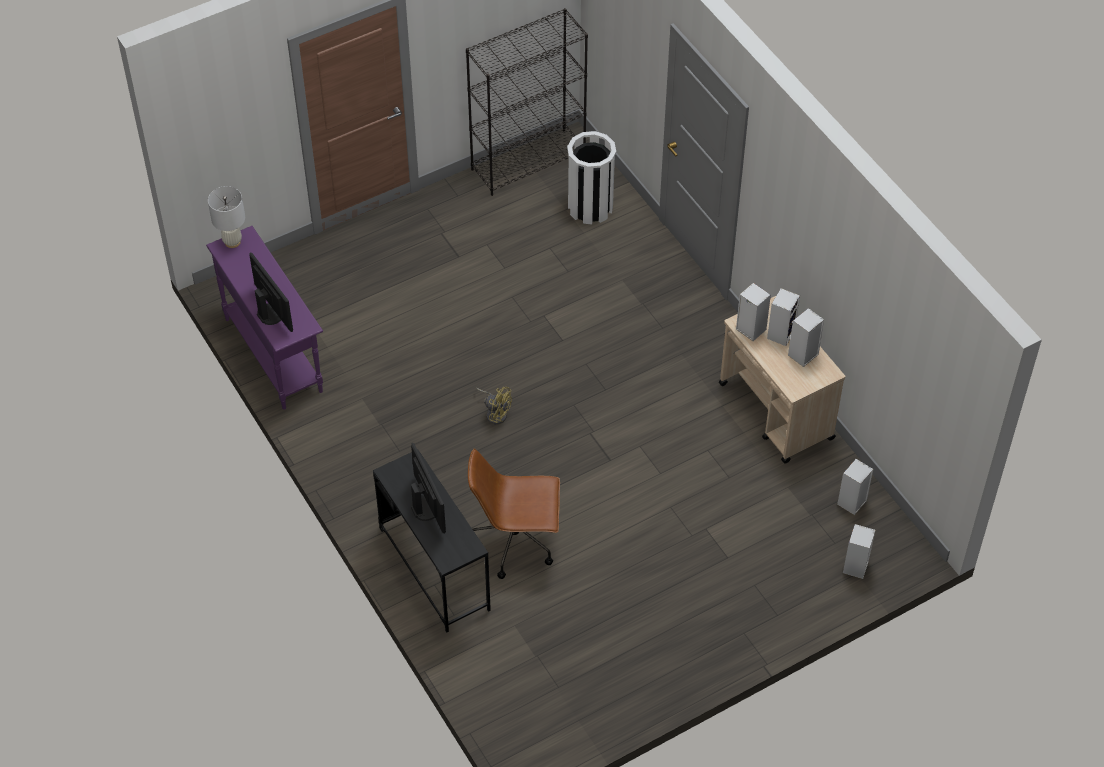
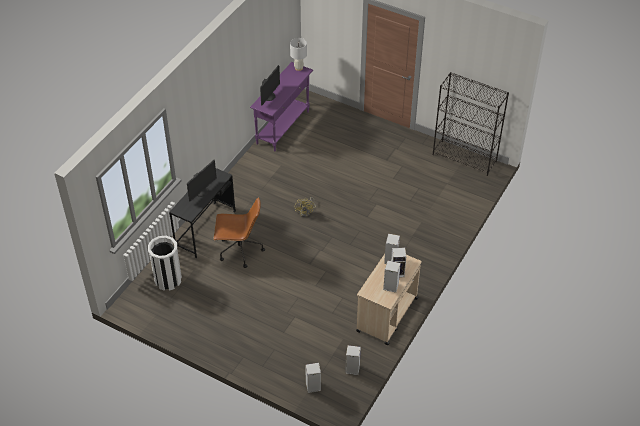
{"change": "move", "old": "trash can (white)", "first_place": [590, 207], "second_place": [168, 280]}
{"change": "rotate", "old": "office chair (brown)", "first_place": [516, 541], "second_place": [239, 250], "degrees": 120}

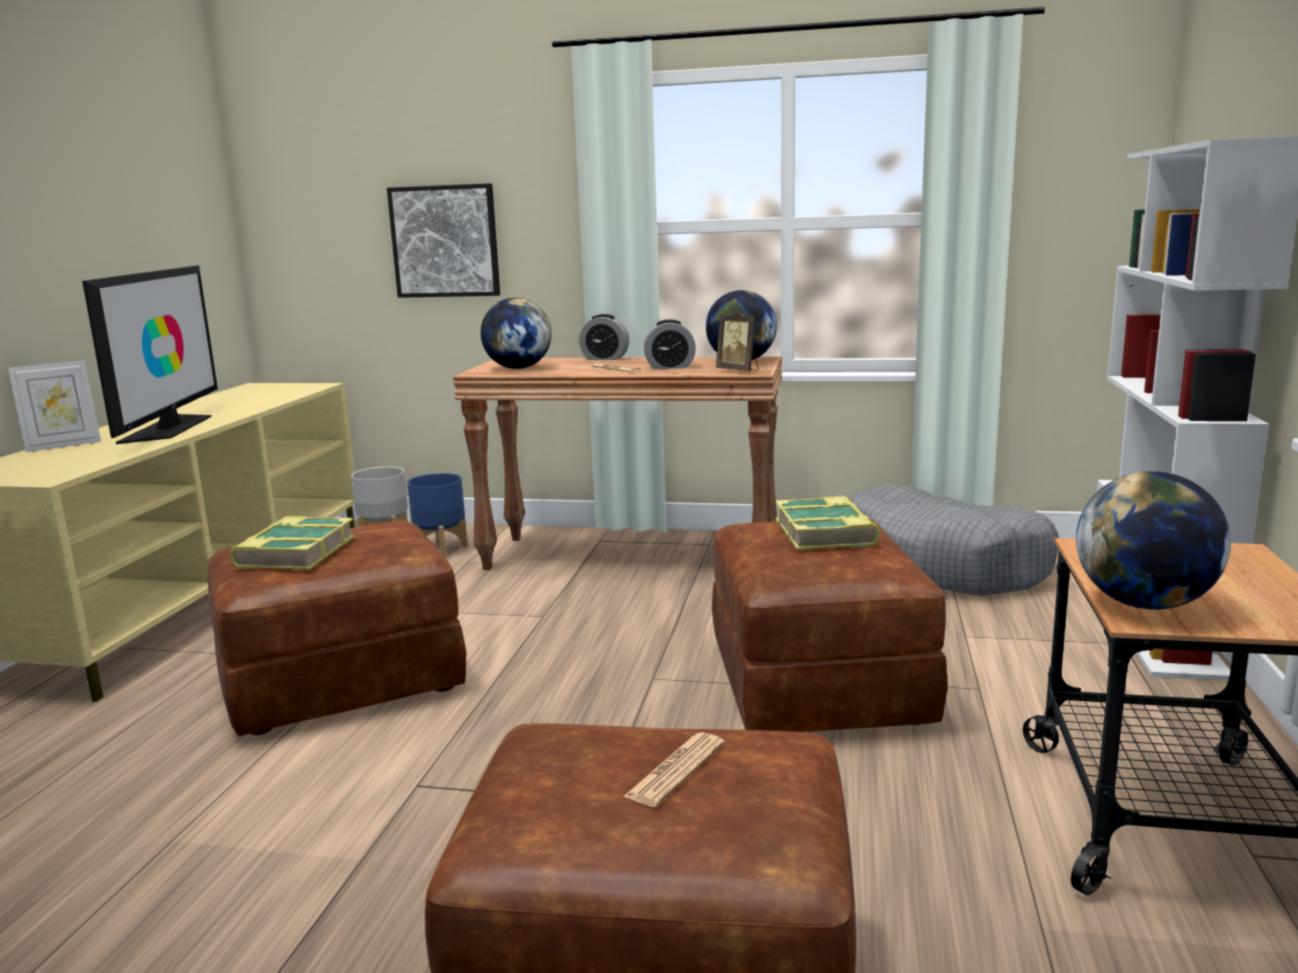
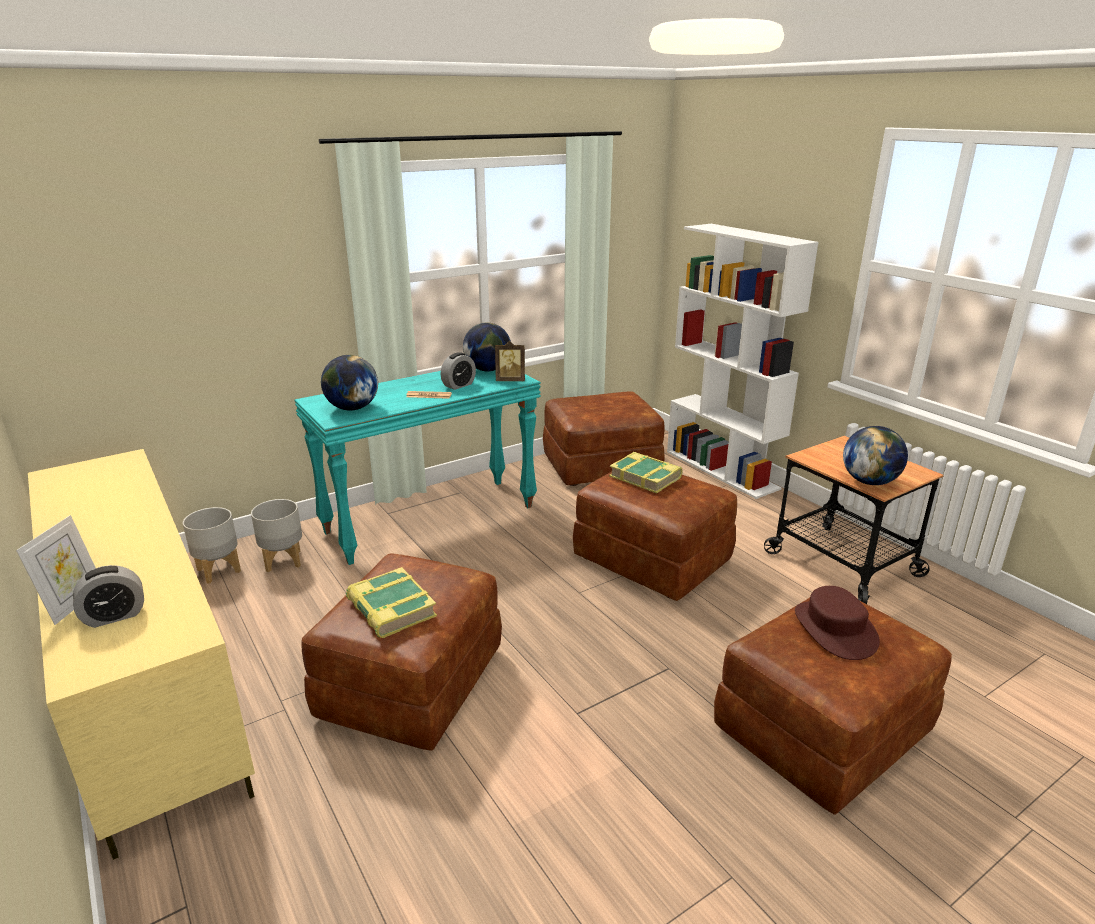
{"change": "move", "old": "alarm clock", "first_place": [605, 358], "second_place": [114, 616]}
{"change": "recolor", "old": "planter (blue)", "new": "planter (grey)", "first_place": [441, 549], "second_place": [283, 561]}
{"change": "recolor", "old": "console table (brown)", "new": "console table (turquoise)", "first_place": [631, 557], "second_place": [431, 518]}
{"change": "replace", "old": "dog bed (grey)", "new": "ottoman (brown)", "first_place": [944, 566], "second_place": [600, 466]}
{"change": "replace", "old": "newspaper", "new": "hat (brown)", "first_place": [675, 770], "second_place": [834, 629]}
{"change": "delete", "old": "television", "first_place": [169, 428]}
{"change": "delete", "old": "picture", "first_place": [445, 241]}

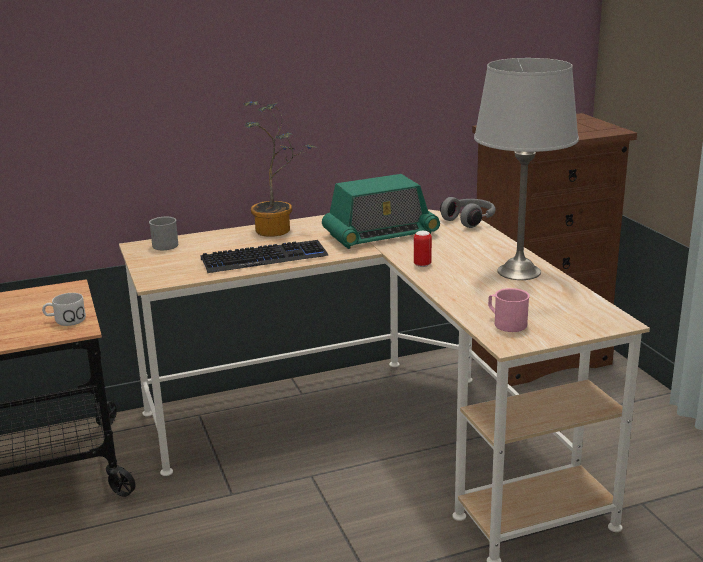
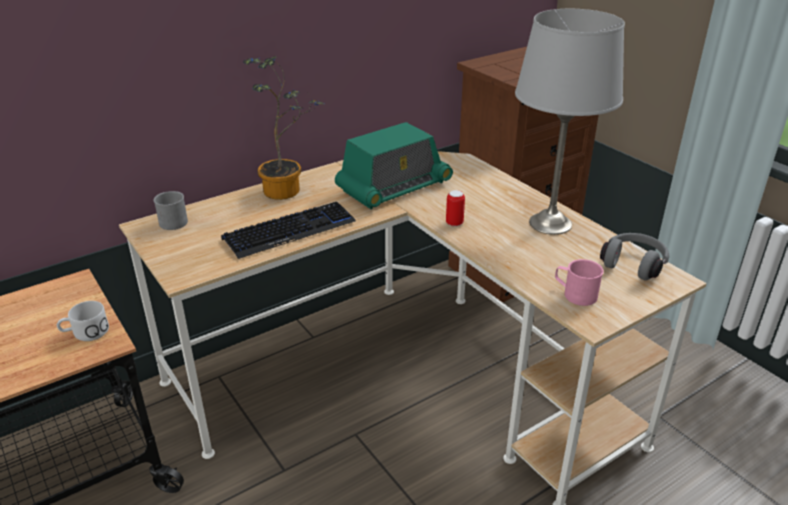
{"change": "move", "old": "headphones (grey)", "first_place": [470, 220], "second_place": [634, 264]}

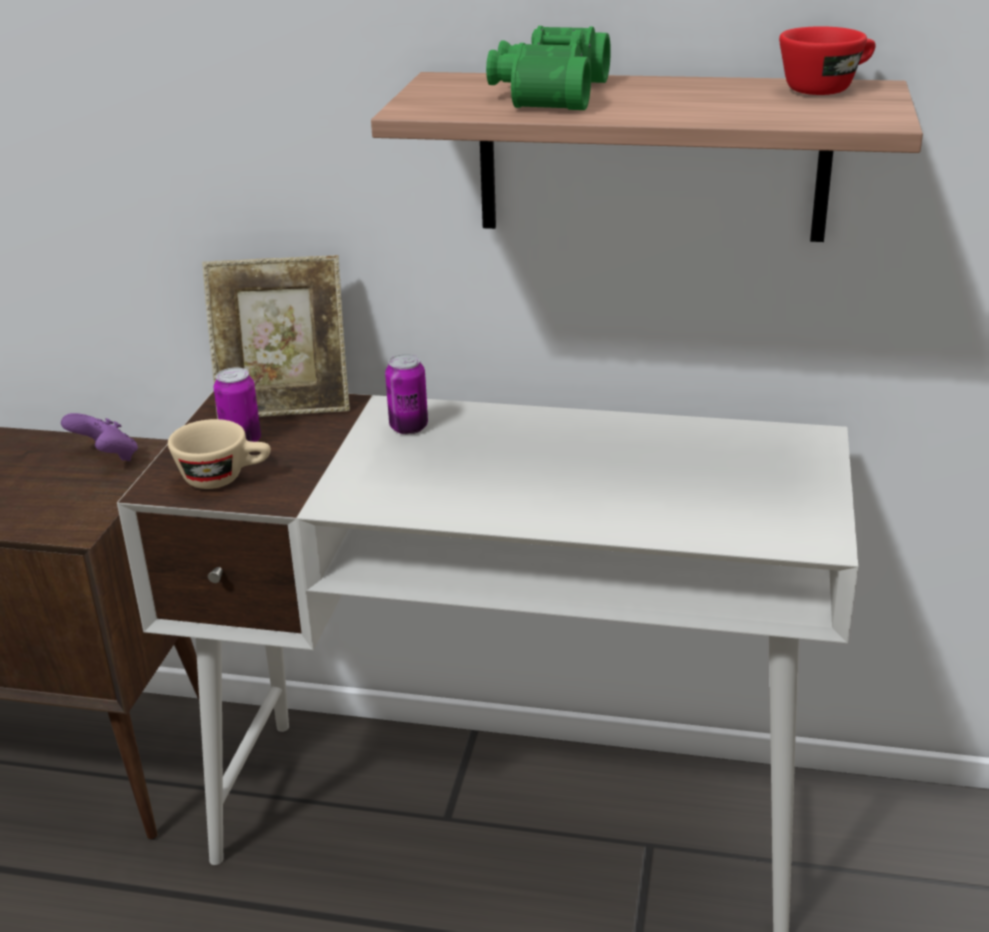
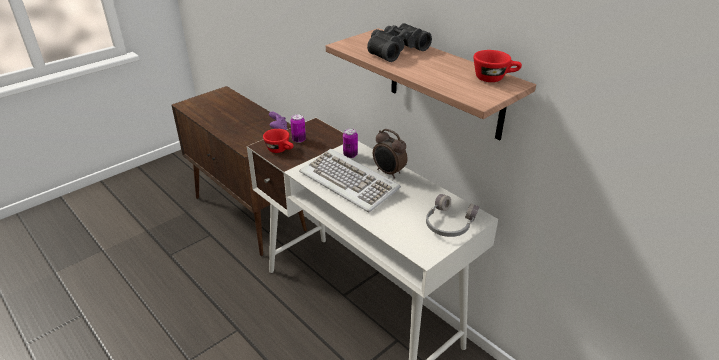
{"change": "recolor", "old": "cup (beige)", "new": "cup (red)", "first_place": [224, 478], "second_place": [280, 150]}
{"change": "insert", "new": "keyboard", "second_place": [349, 182]}
{"change": "recolor", "old": "binoculars (green)", "new": "binoculars (black)", "first_place": [546, 93], "second_place": [395, 50]}
{"change": "insert", "new": "alarm clock", "second_place": [388, 173]}
{"change": "insert", "new": "headphones (grey)", "second_place": [448, 224]}
{"change": "delete", "old": "picture frame", "first_place": [285, 405]}

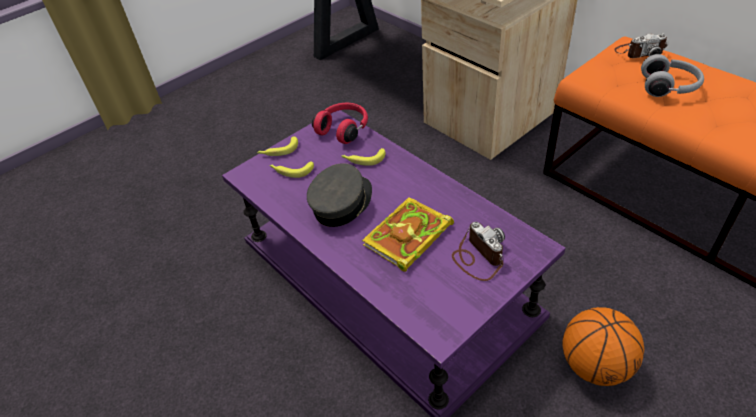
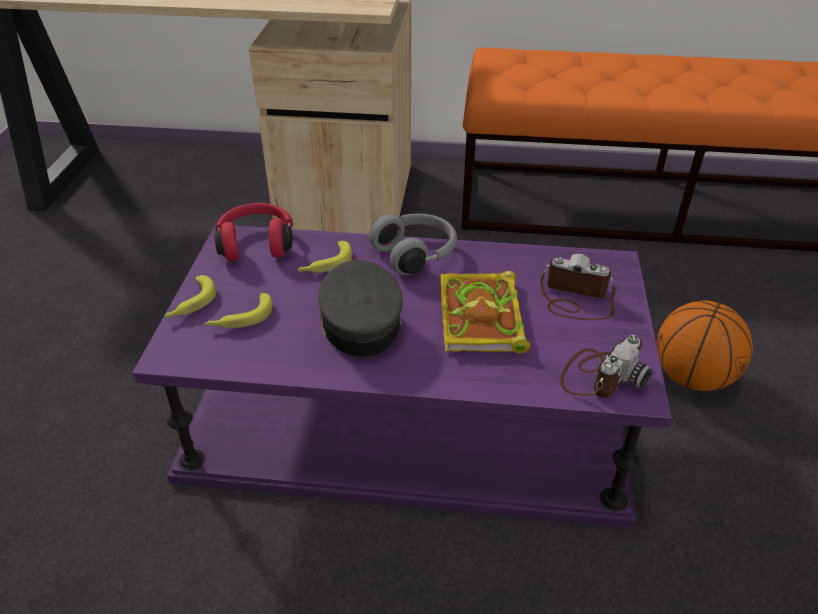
{"change": "move", "old": "headphones (grey)", "first_place": [669, 87], "second_place": [416, 254]}
{"change": "move", "old": "photo camera", "first_place": [639, 52], "second_place": [600, 375]}

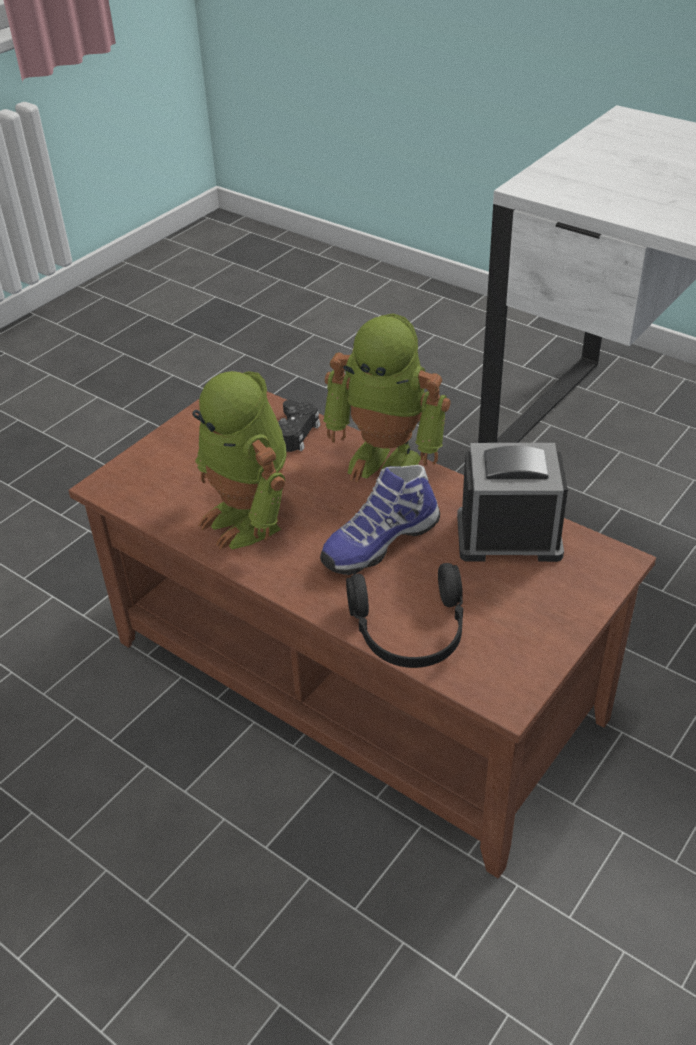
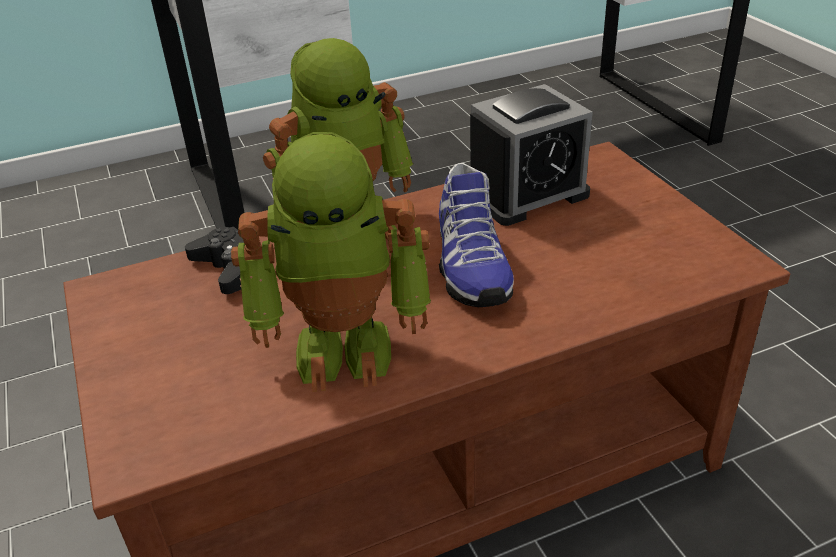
{"change": "rotate", "old": "alarm clock", "first_place": [509, 536], "second_place": [527, 194], "degrees": -150}
{"change": "delete", "old": "headphones (black)", "first_place": [410, 632]}

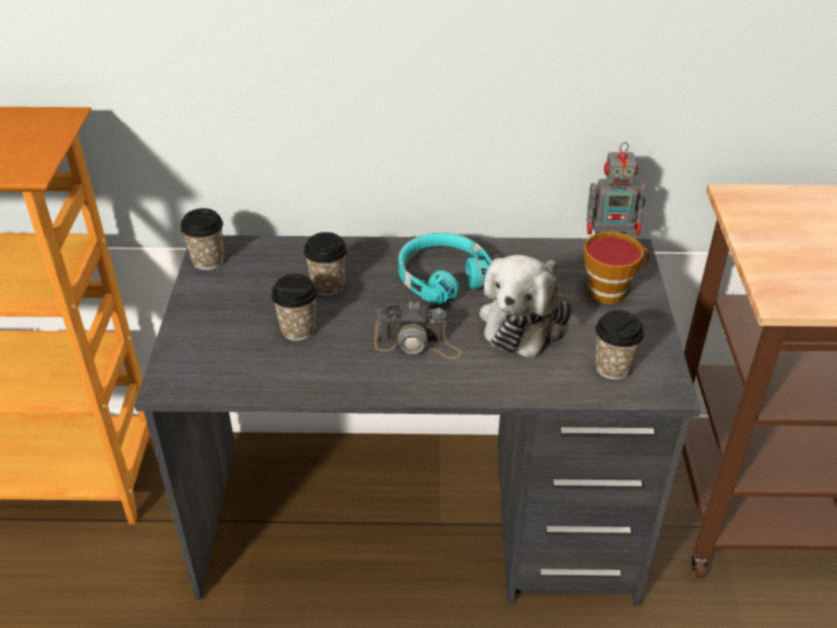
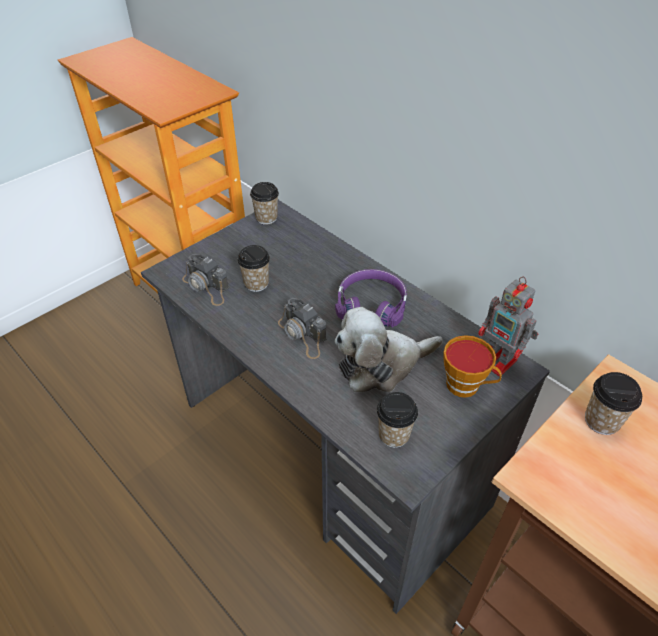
{"change": "insert", "new": "photo camera", "second_place": [206, 286]}
{"change": "recolor", "old": "headphones (turquoise)", "new": "headphones (purple)", "first_place": [442, 277], "second_place": [371, 305]}
{"change": "move", "old": "cup", "first_place": [328, 286], "second_place": [601, 421]}

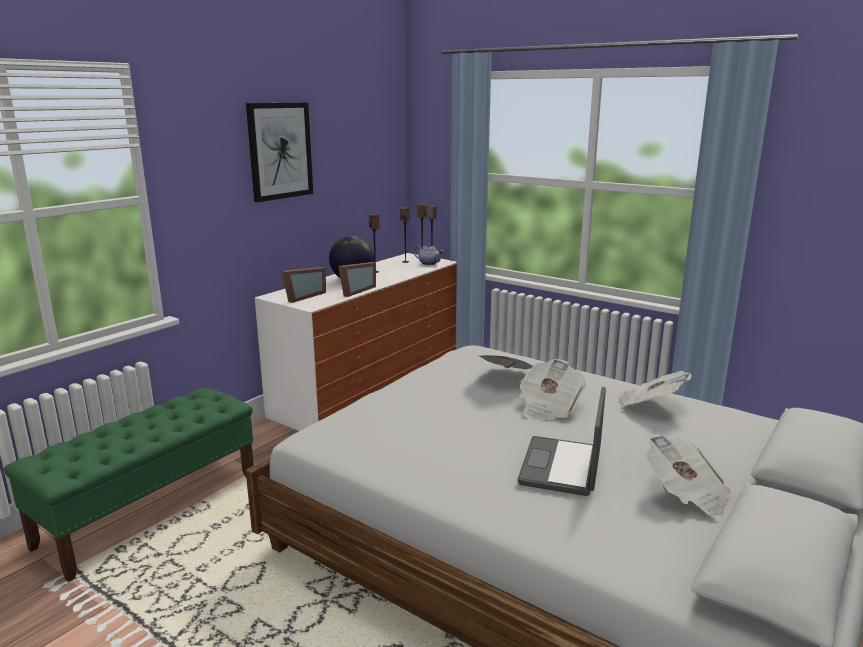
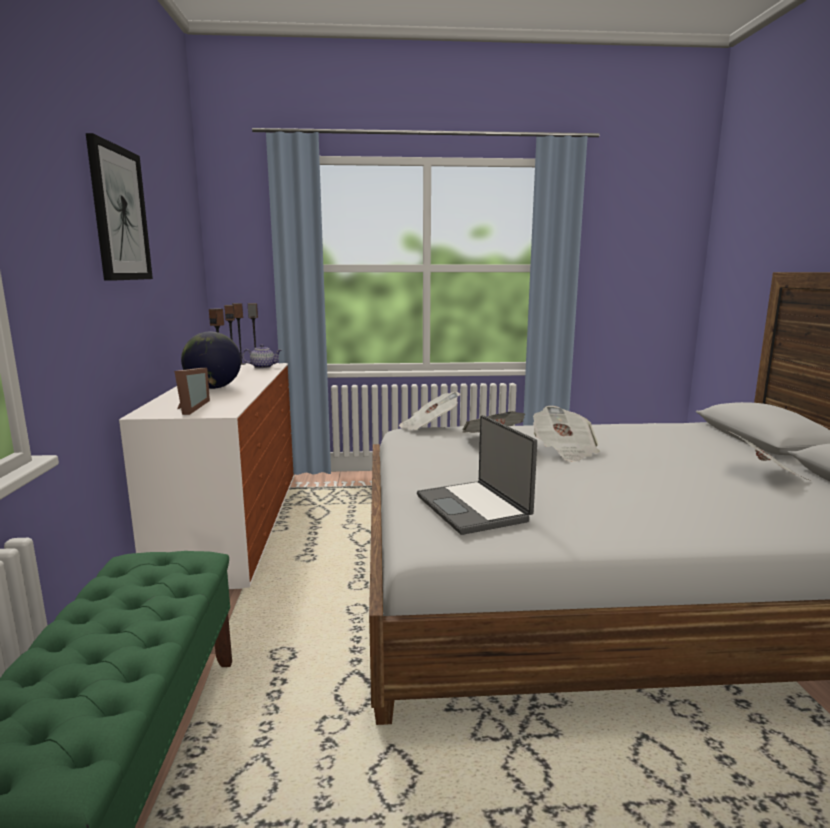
{"change": "move", "old": "newspaper", "first_place": [649, 405], "second_place": [429, 427]}
{"change": "move", "old": "laptop", "first_place": [562, 467], "second_place": [474, 508]}
{"change": "delete", "old": "picture frame", "first_place": [355, 291]}

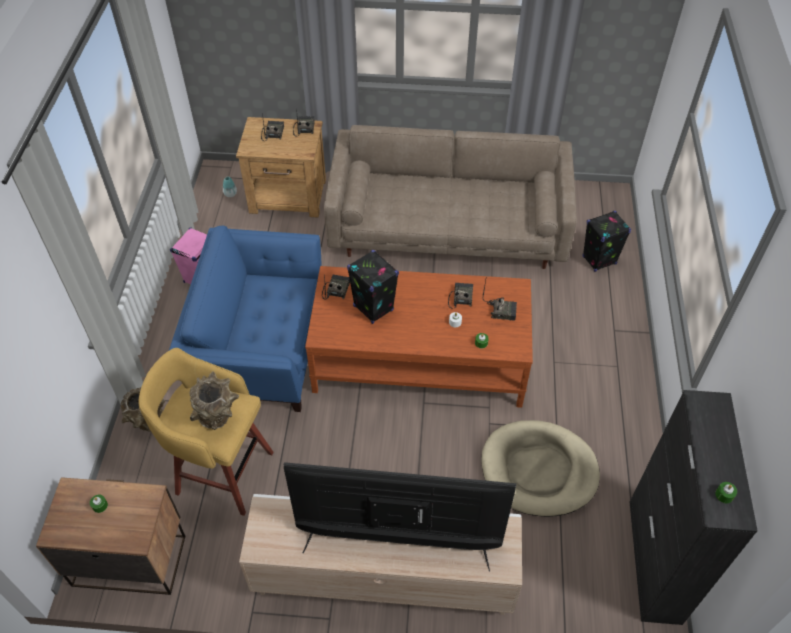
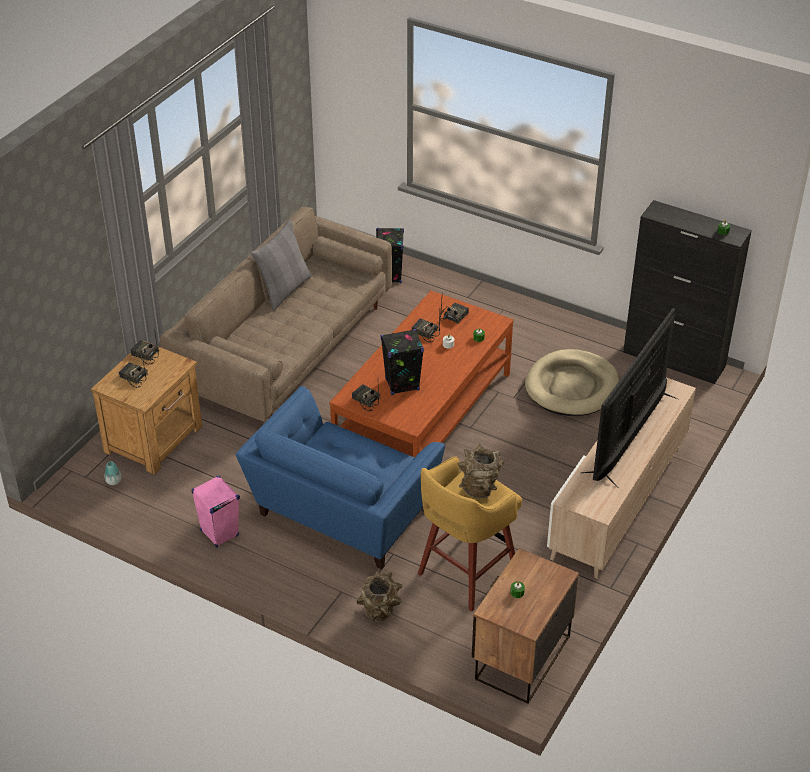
{"change": "insert", "new": "pillow (grey)", "second_place": [284, 290]}

